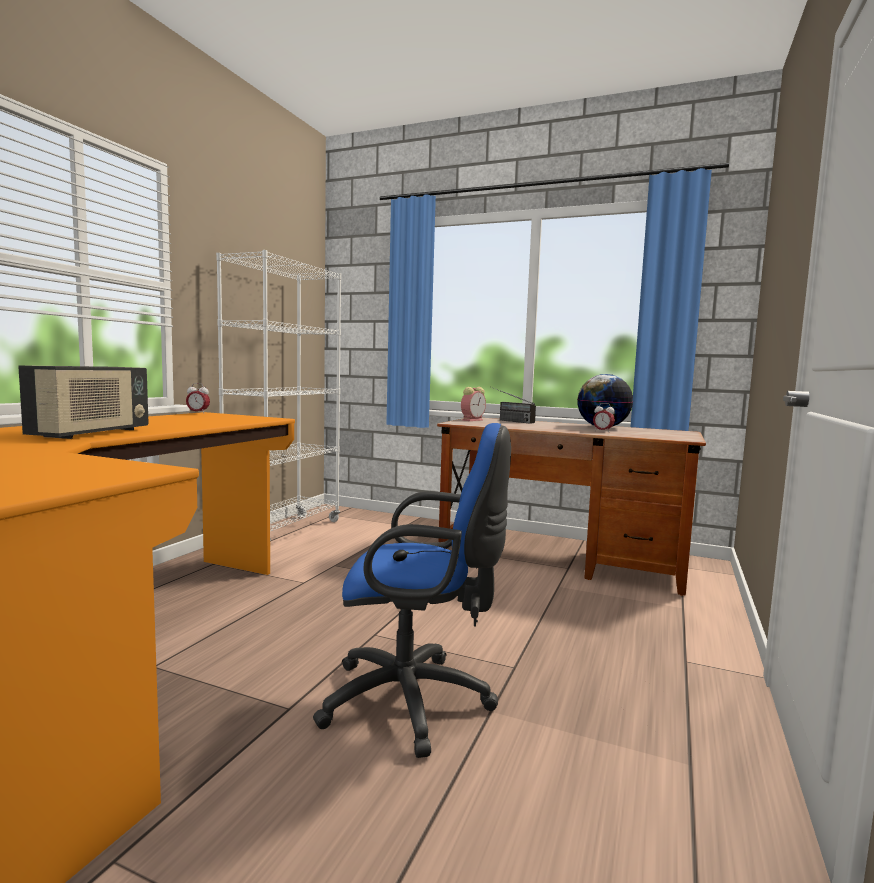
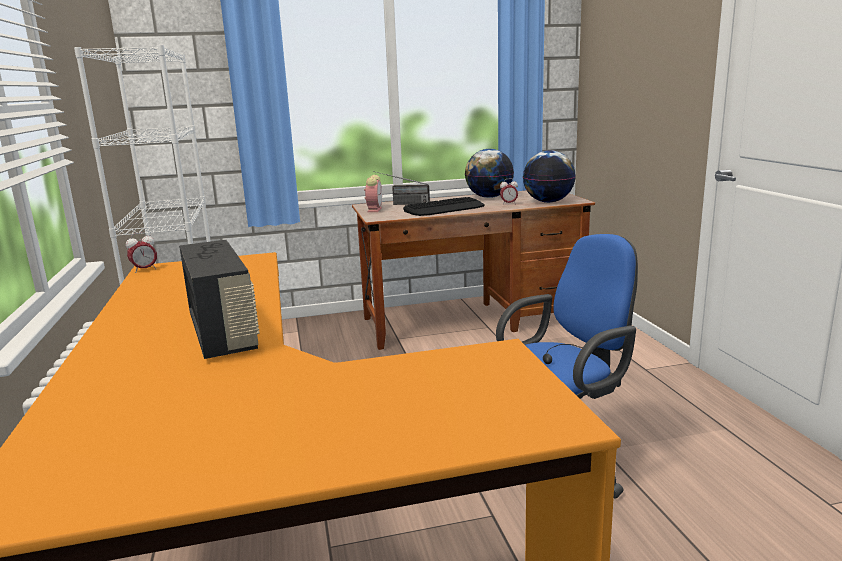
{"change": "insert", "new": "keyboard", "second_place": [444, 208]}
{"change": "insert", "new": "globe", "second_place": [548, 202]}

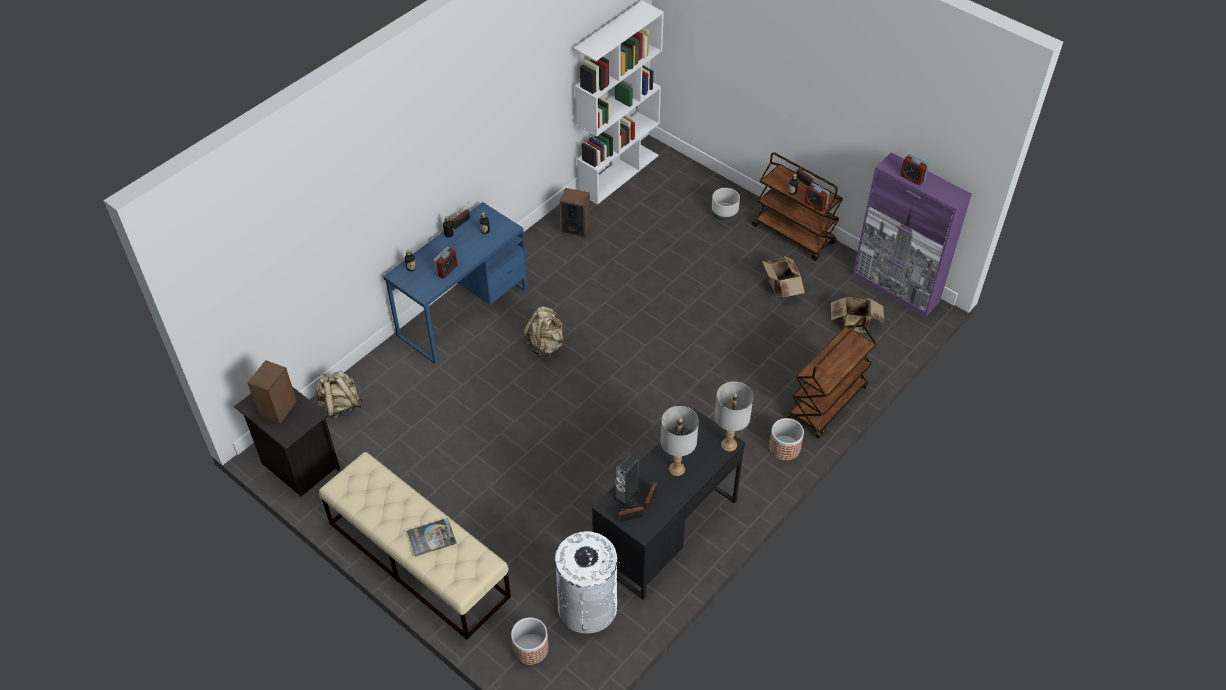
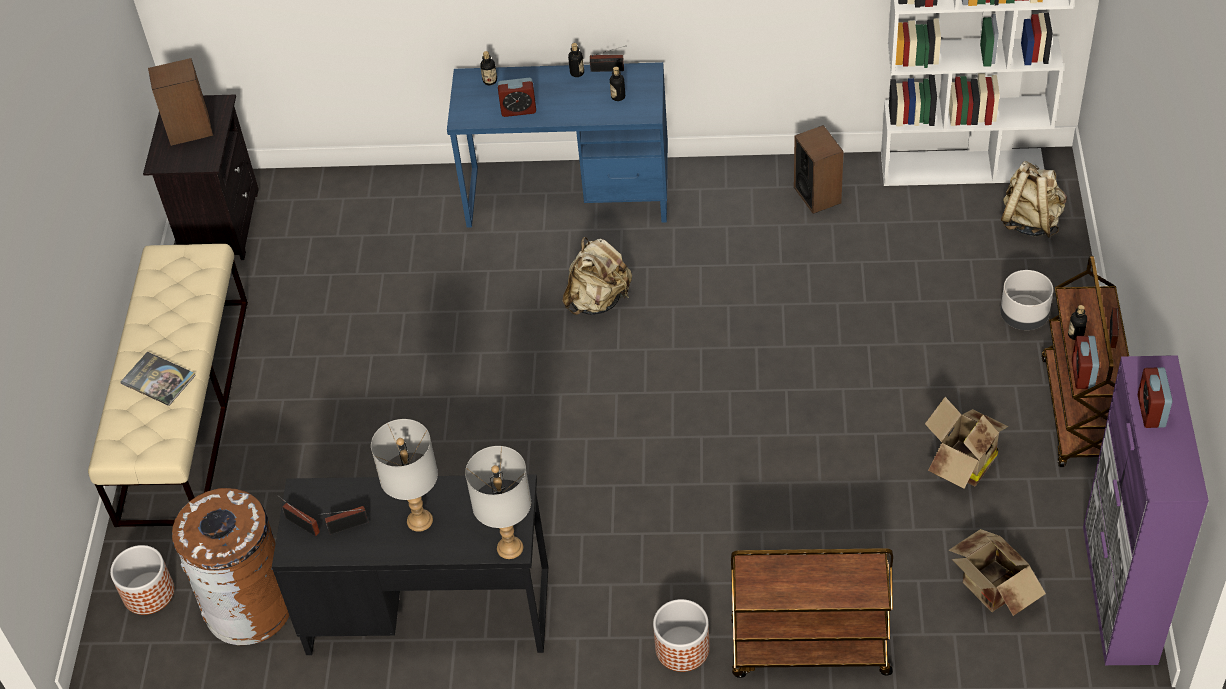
{"change": "recolor", "old": "trash can (white)", "new": "trash can (brown)", "first_place": [587, 607], "second_place": [249, 607]}
{"change": "move", "old": "backpack (beige)", "first_place": [340, 406], "second_place": [1030, 221]}
{"change": "delete", "old": "speaker", "first_place": [626, 495]}

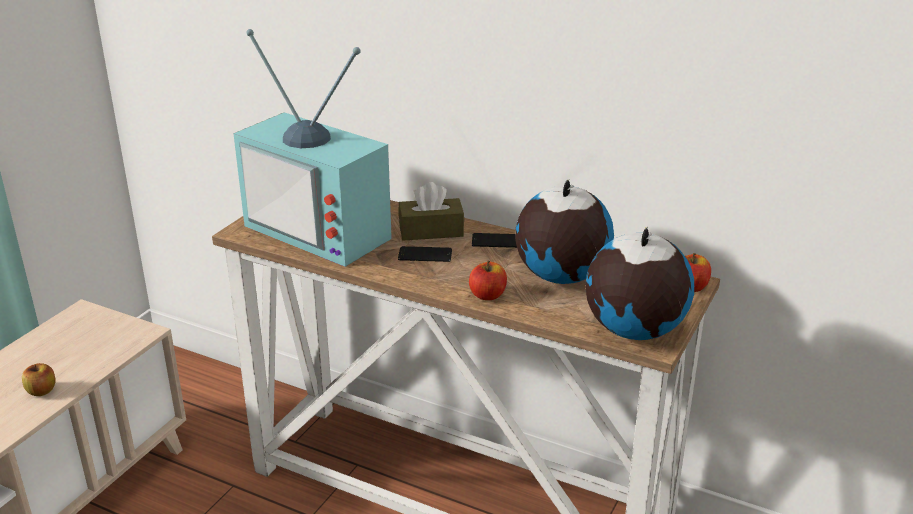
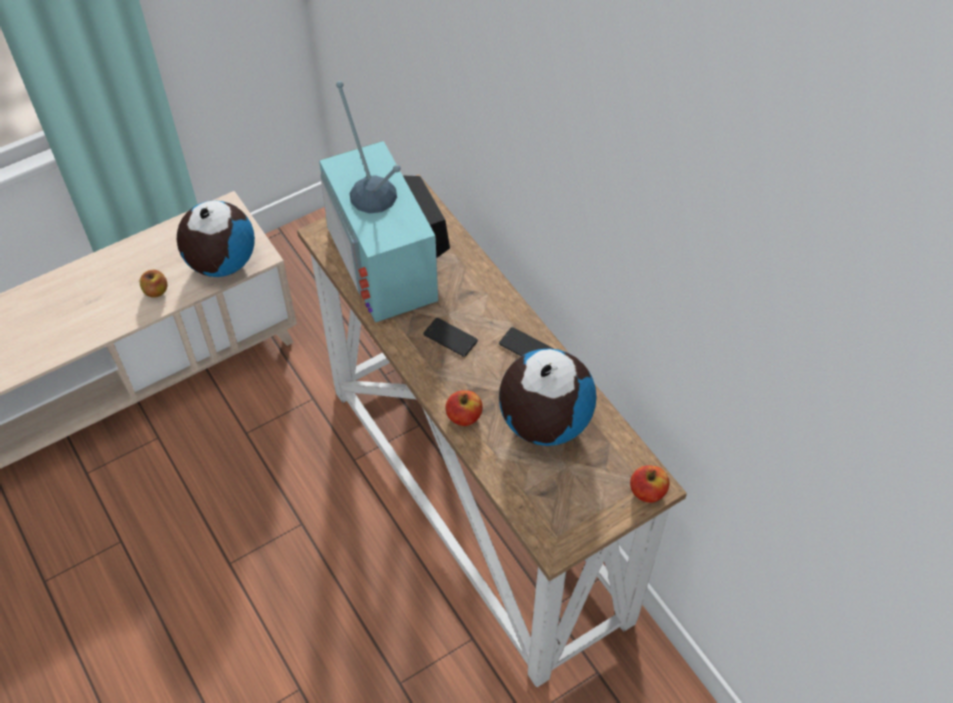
{"change": "move", "old": "globe", "first_place": [633, 331], "second_place": [221, 263]}
{"change": "delete", "old": "tissue box (brown)", "first_place": [431, 231]}

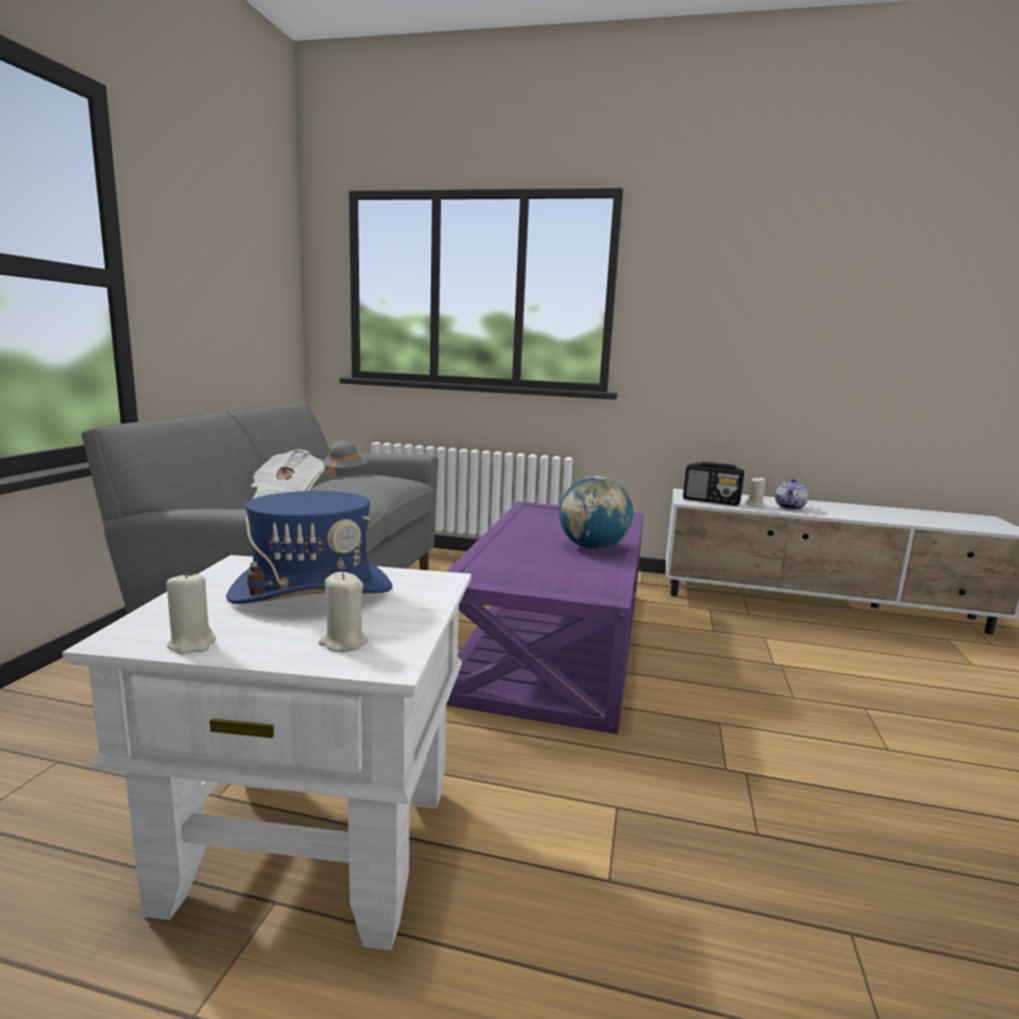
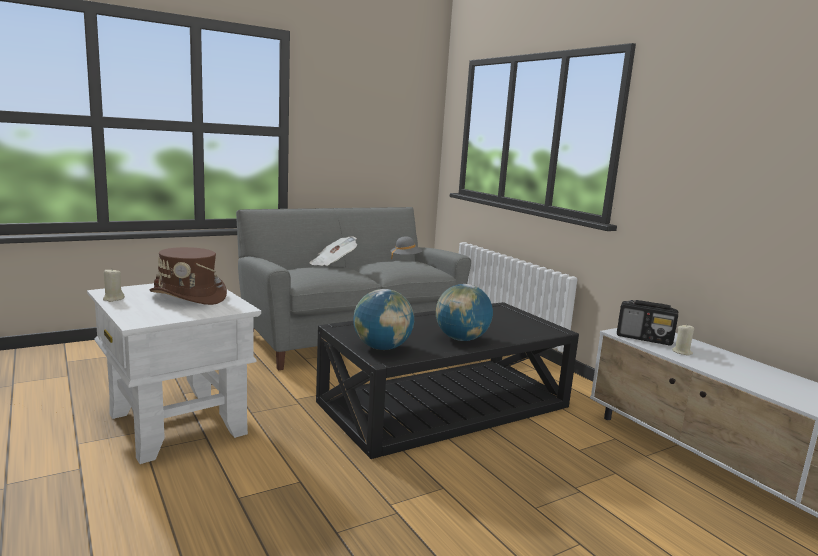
{"change": "recolor", "old": "hat (blue)", "new": "hat (brown)", "first_place": [312, 591], "second_place": [189, 296]}
{"change": "recolor", "old": "coffee table (purple)", "new": "coffee table (black)", "first_place": [551, 639], "second_place": [444, 404]}
{"change": "insert", "new": "globe", "second_place": [382, 348]}
{"change": "rotate", "old": "radio", "first_place": [711, 501], "second_place": [645, 338], "degrees": -45}
{"change": "delete", "old": "candle (beige)", "first_place": [343, 643]}
{"change": "delete", "old": "teapot", "first_place": [790, 507]}

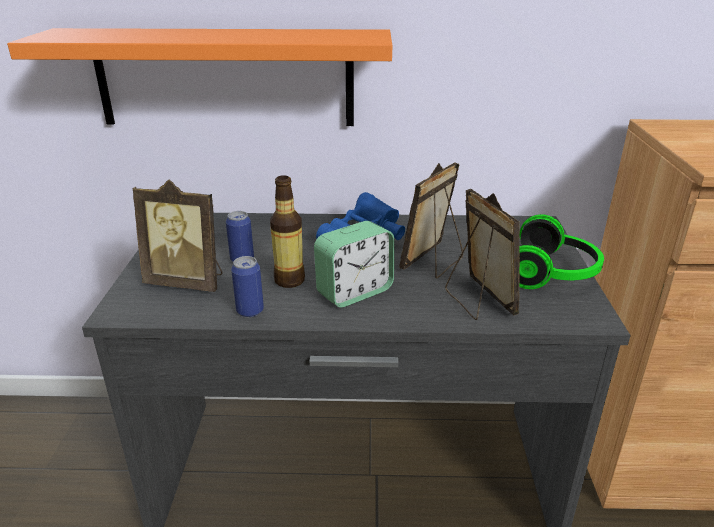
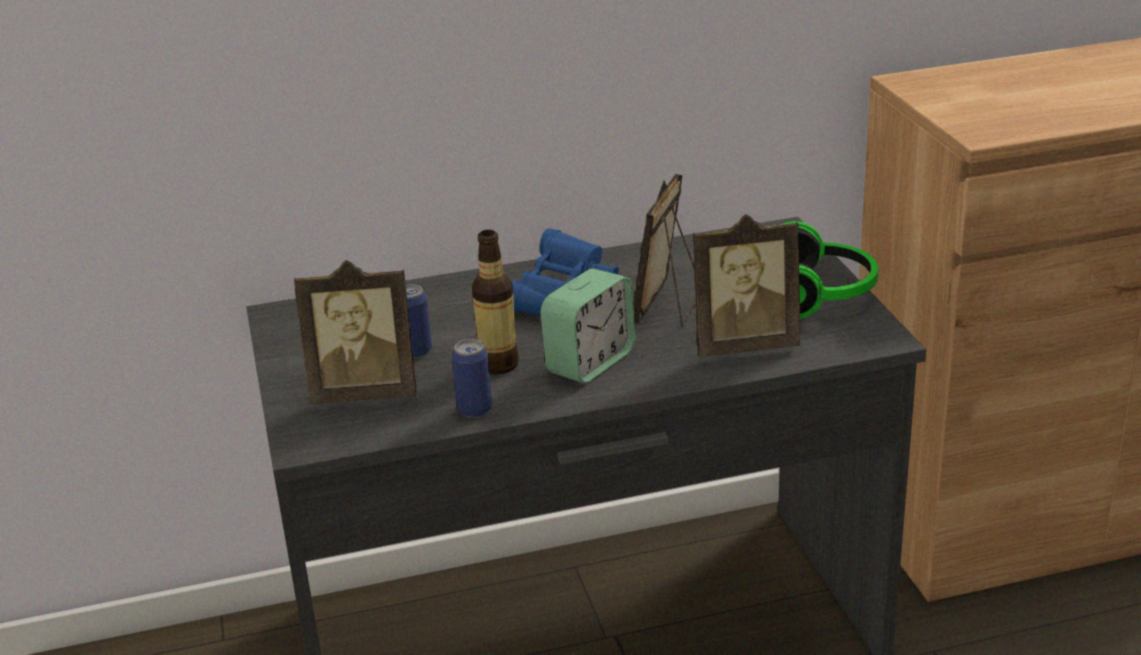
{"change": "rotate", "old": "picture frame", "first_place": [477, 301], "second_place": [743, 344], "degrees": 120}
{"change": "delete", "old": "shelf (orange)", "first_place": [225, 78]}

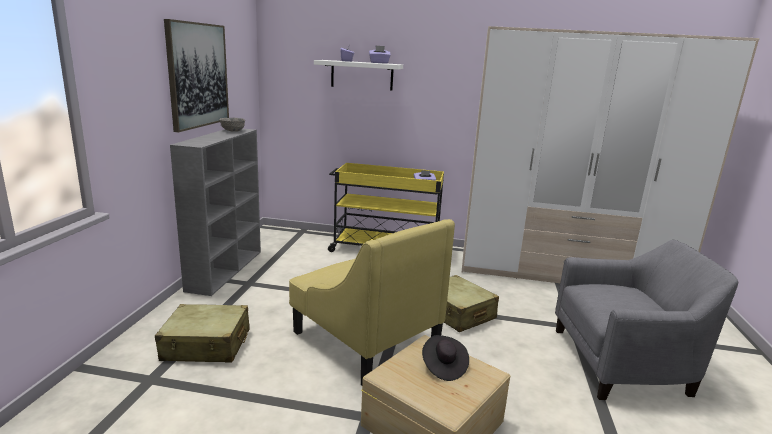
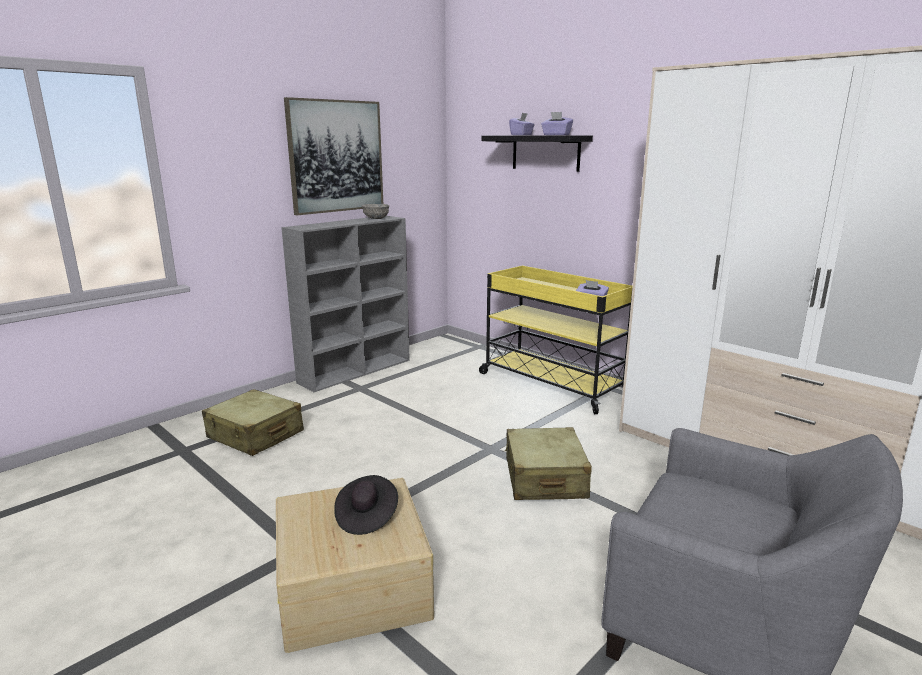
{"change": "recolor", "old": "shelf (white)", "new": "shelf (black)", "first_place": [362, 75], "second_place": [545, 153]}
{"change": "delete", "old": "armchair (yellow)", "first_place": [364, 340]}

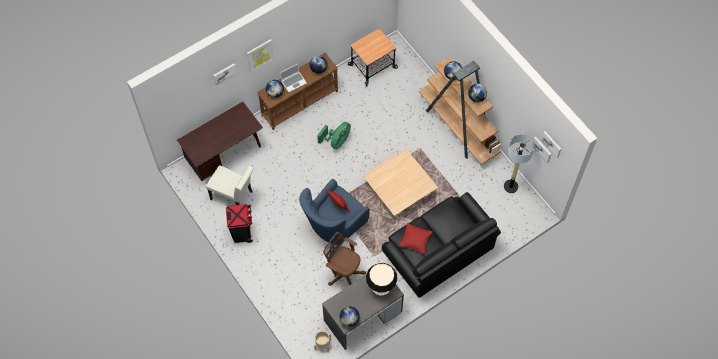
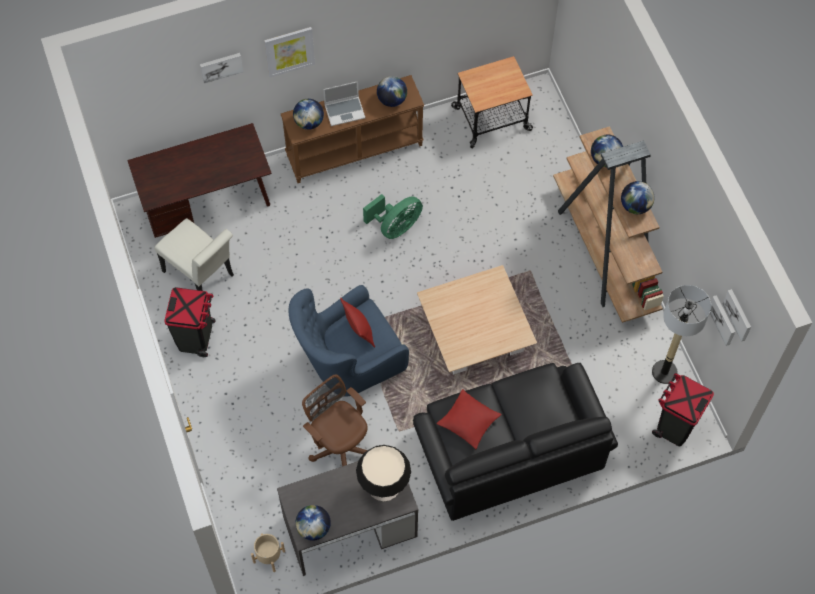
{"change": "insert", "new": "trash can (black)", "second_place": [675, 426]}

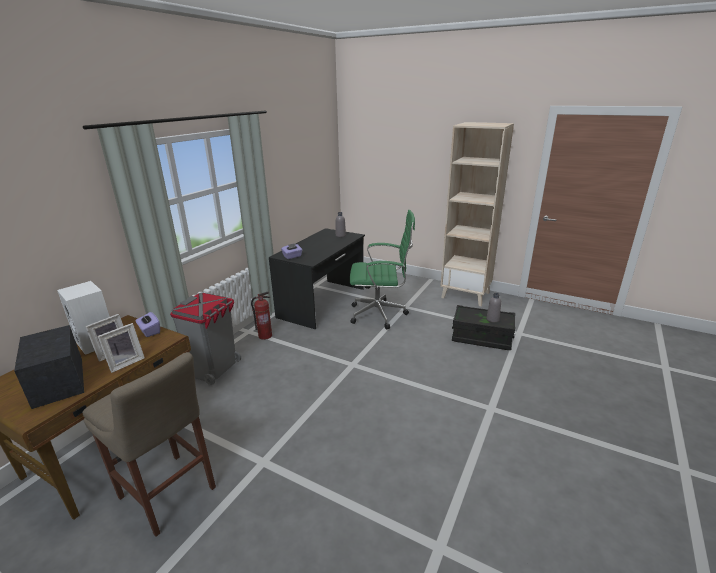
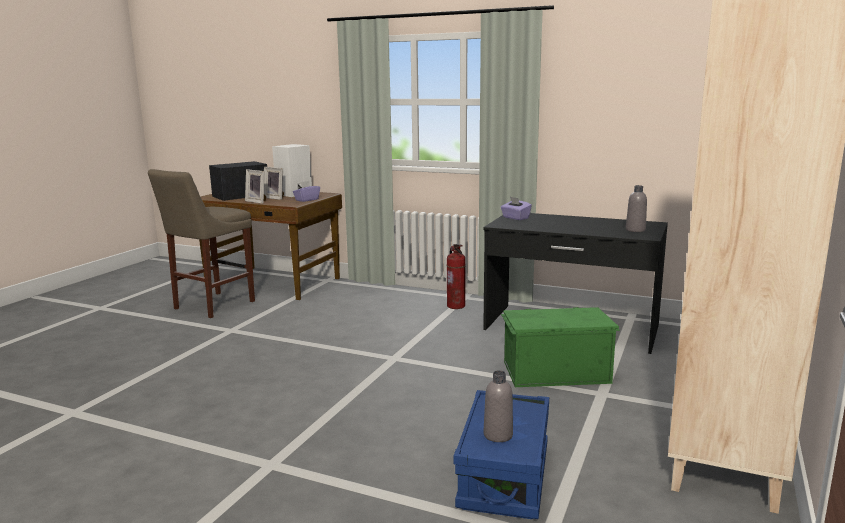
{"change": "recolor", "old": "storage box (black)", "new": "storage box (blue)", "first_place": [481, 338], "second_place": [504, 476]}
{"change": "replace", "old": "office chair (green)", "new": "storage box (green)", "first_place": [380, 314], "second_place": [555, 371]}
{"change": "delete", "old": "trash can (grey)", "first_place": [215, 369]}

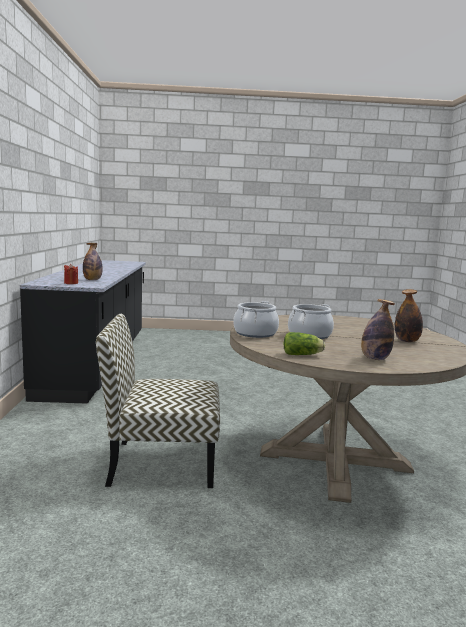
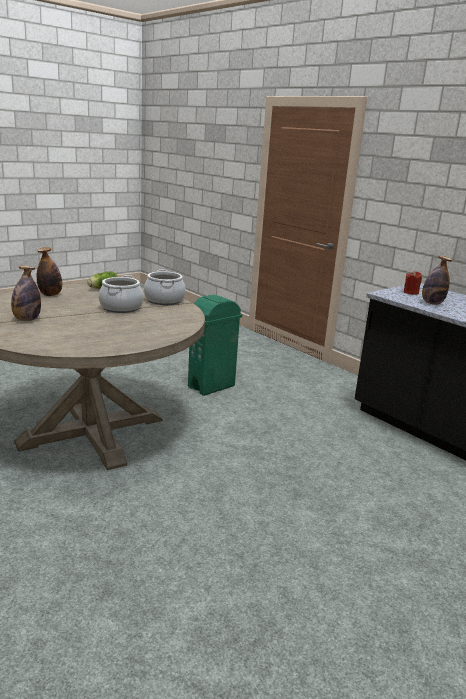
{"change": "replace", "old": "chair", "new": "trash can (green)", "first_place": [161, 463], "second_place": [212, 386]}

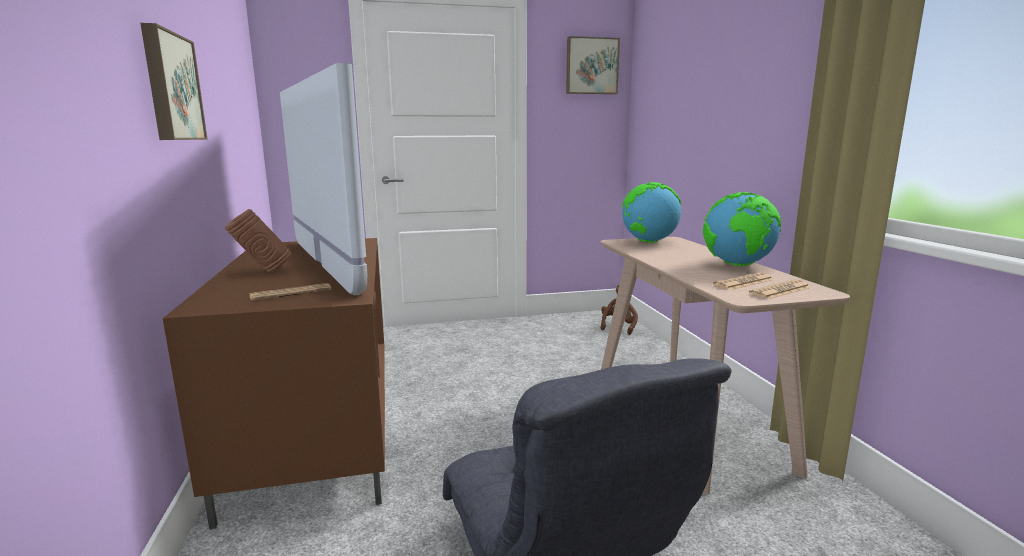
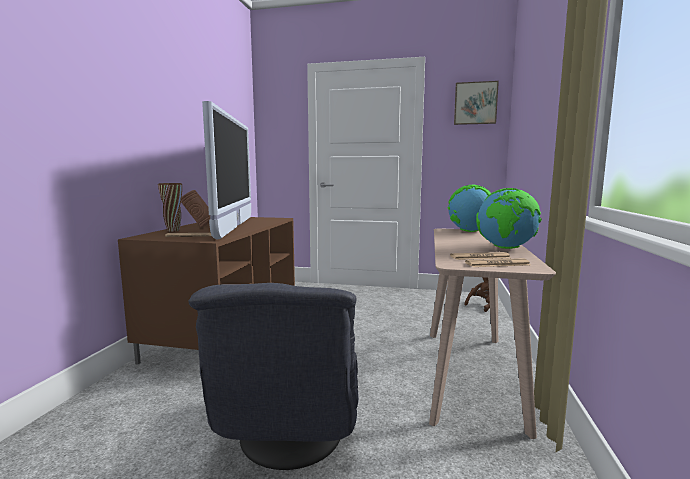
{"change": "insert", "new": "vase (brown)", "second_place": [173, 231]}
{"change": "delete", "old": "picture", "first_place": [170, 87]}

